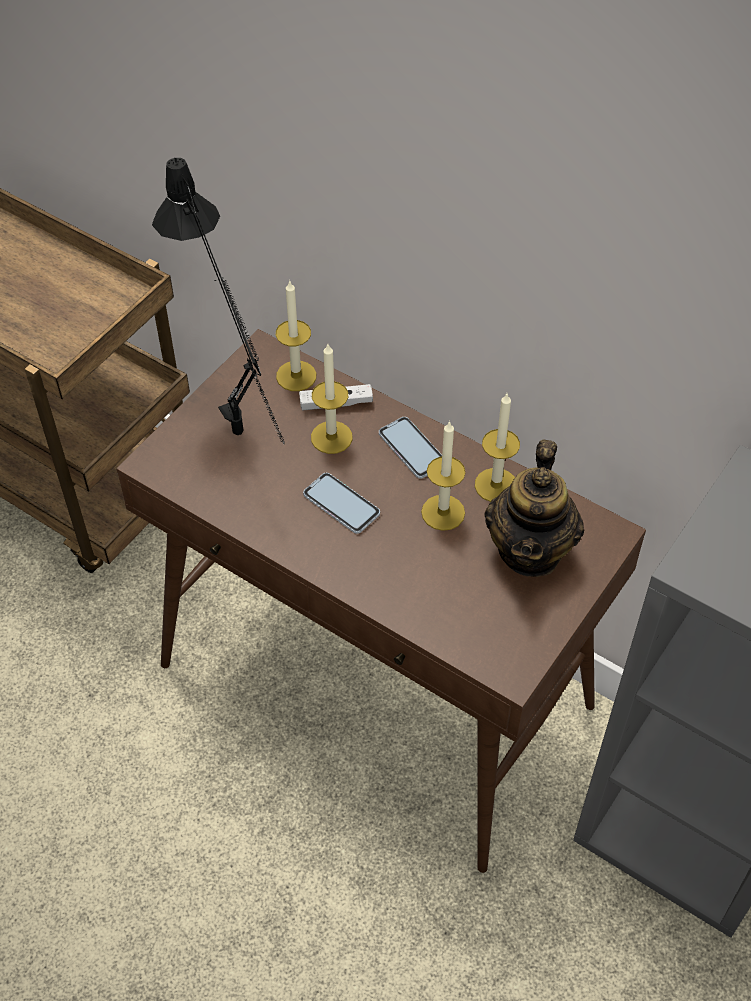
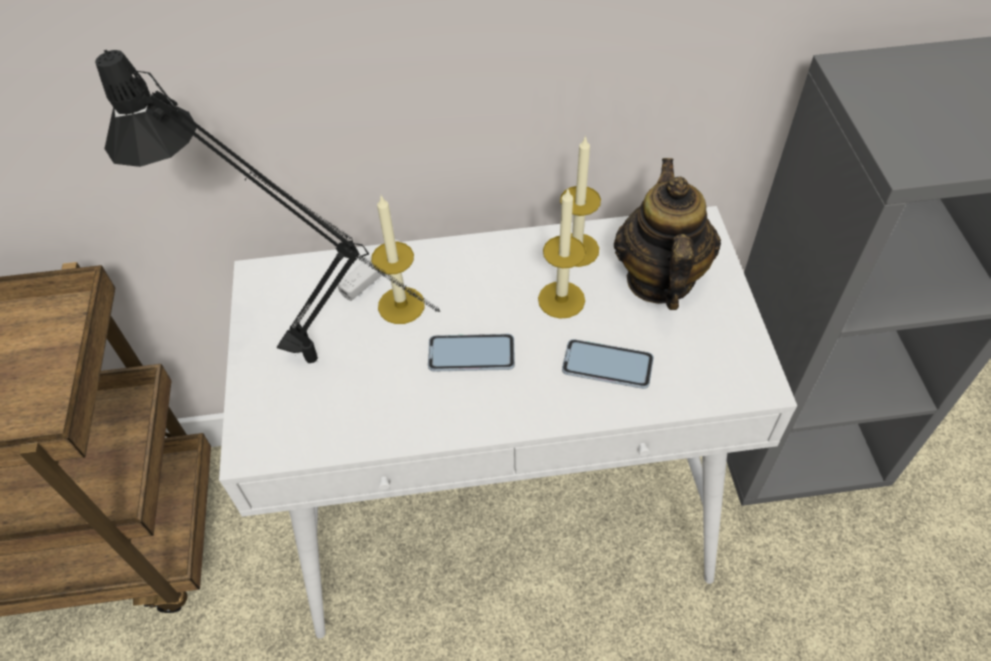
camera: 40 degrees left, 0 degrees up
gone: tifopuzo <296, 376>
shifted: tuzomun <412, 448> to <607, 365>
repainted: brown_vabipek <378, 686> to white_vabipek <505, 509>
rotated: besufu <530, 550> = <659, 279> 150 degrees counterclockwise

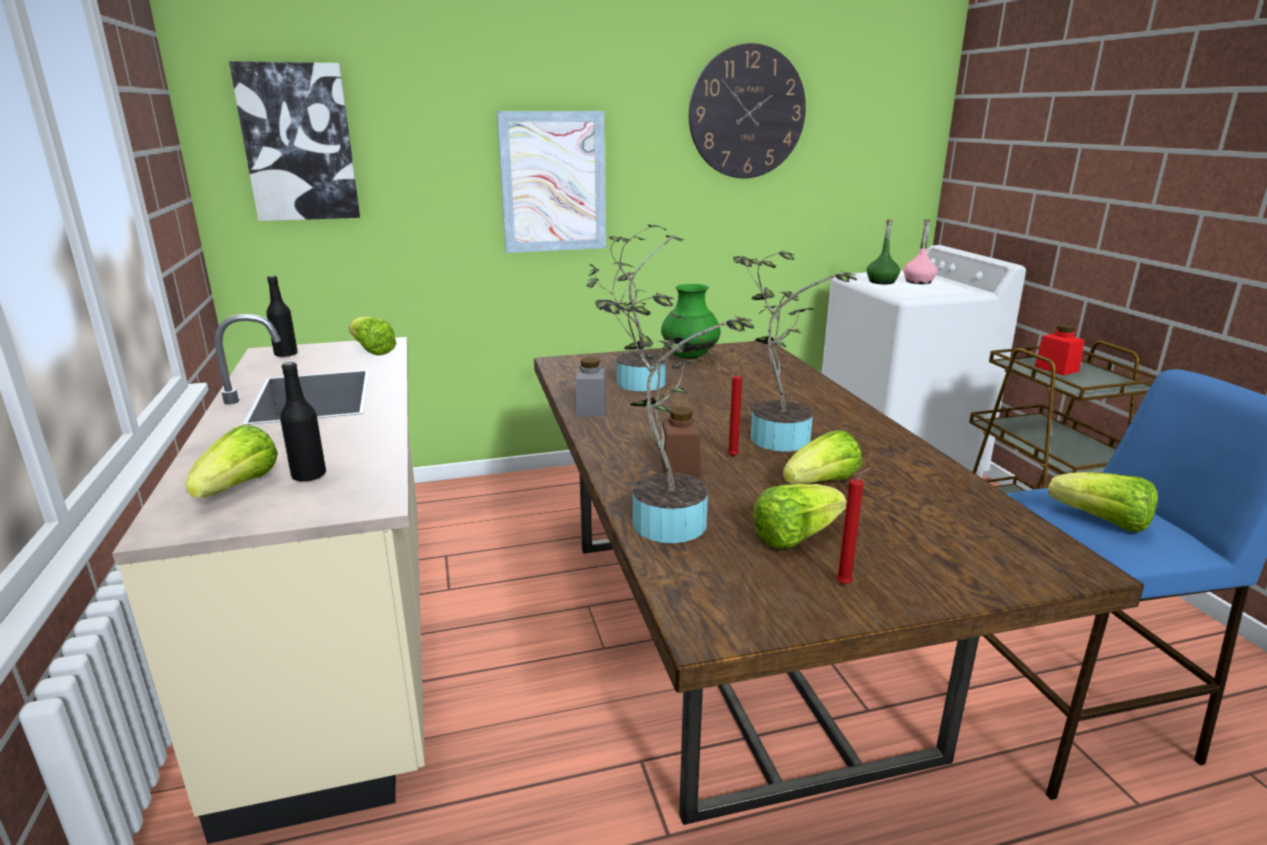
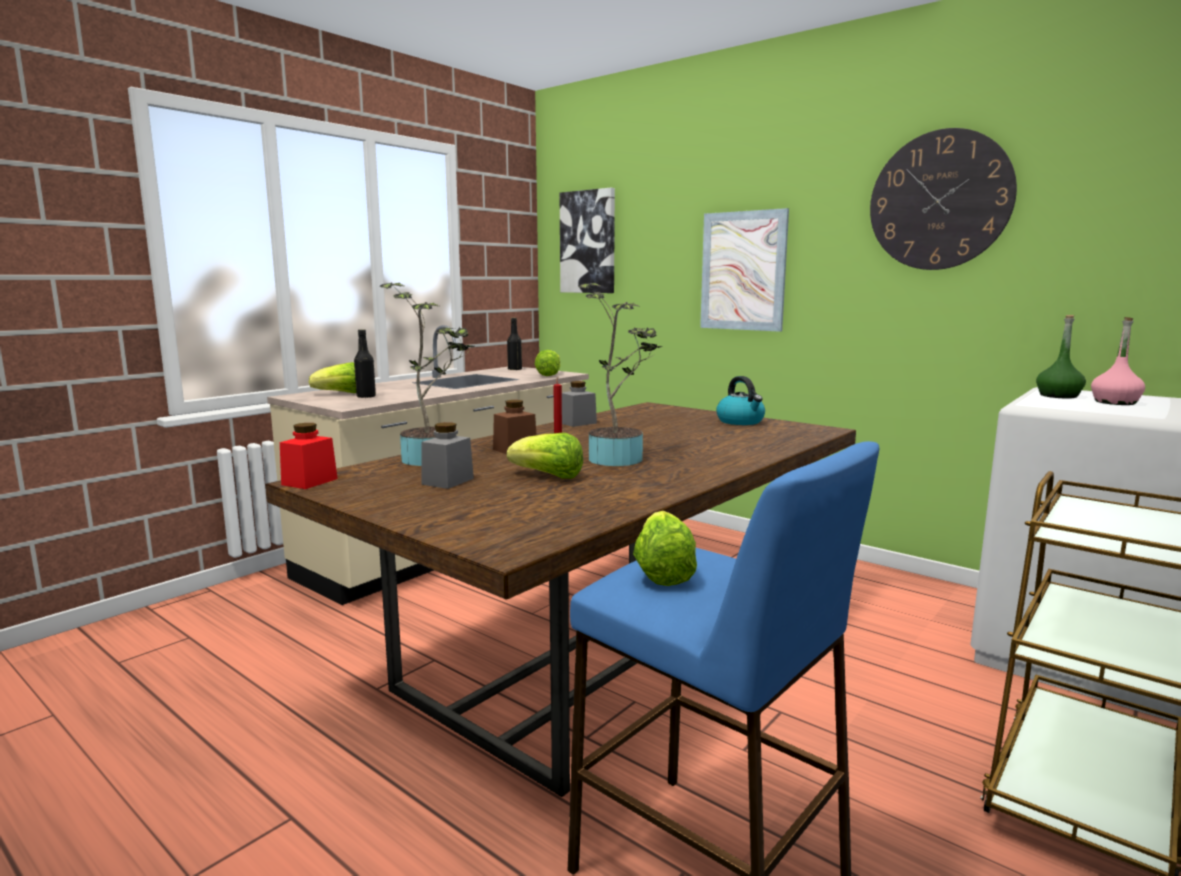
camera: 55 degrees right, 10 degrees down
gone: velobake <635, 382>; red_tifopuzo <846, 584>
shifted: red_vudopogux <1056, 369> to <309, 482>
swapped: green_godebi <689, 357> to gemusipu <741, 421>; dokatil <794, 537> to grey_vudopogux <448, 481>

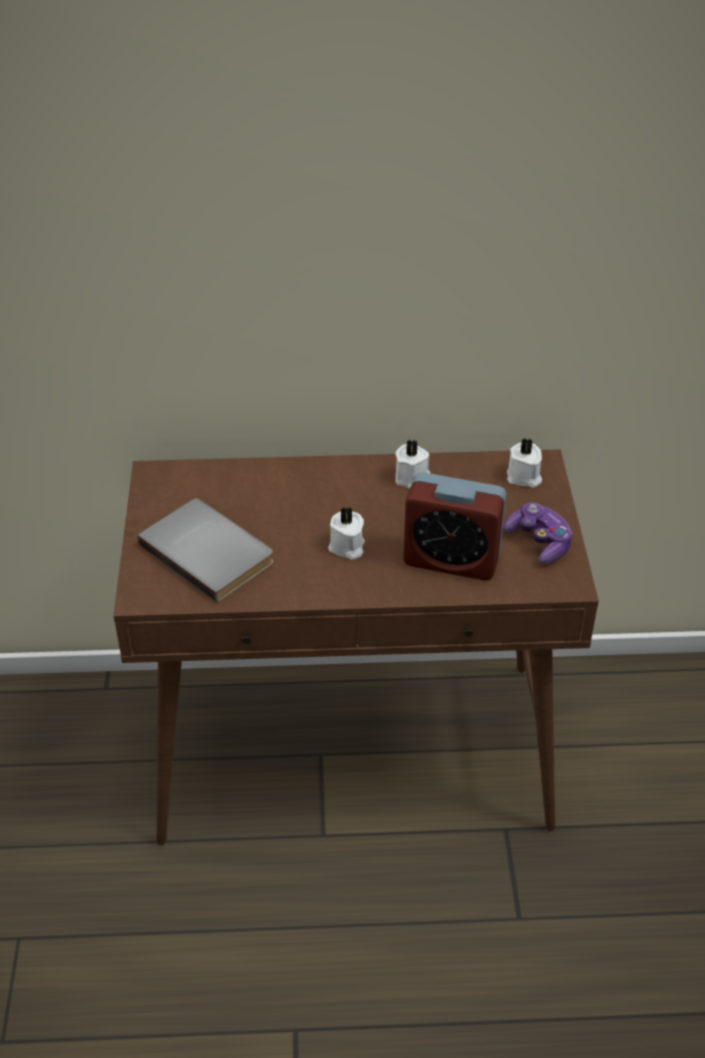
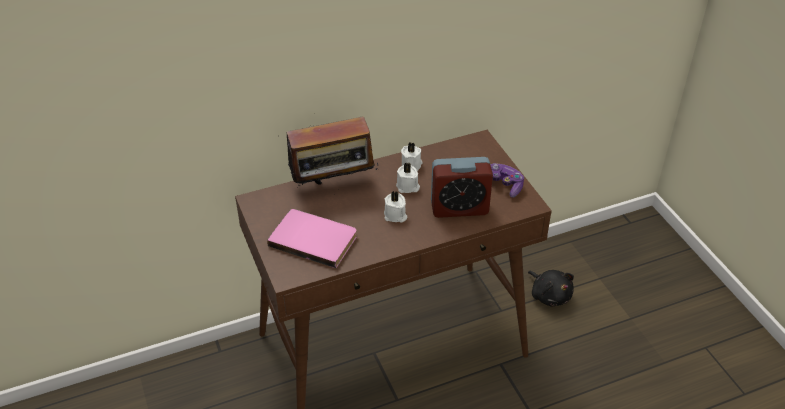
camera: 20 degrees left, 0 degrees up
new: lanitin <333, 185>; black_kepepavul <549, 295>
shifted: white_tifopuzo <524, 477> to <408, 187>
repainted: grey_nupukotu <210, 551> to pink_nupukotu <314, 239>

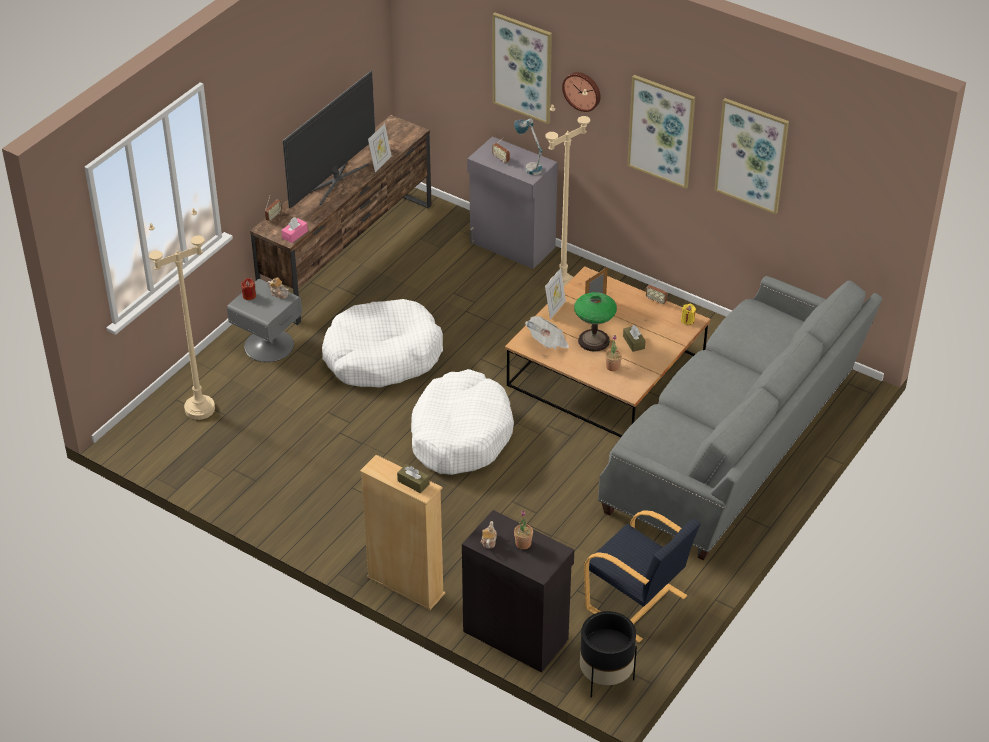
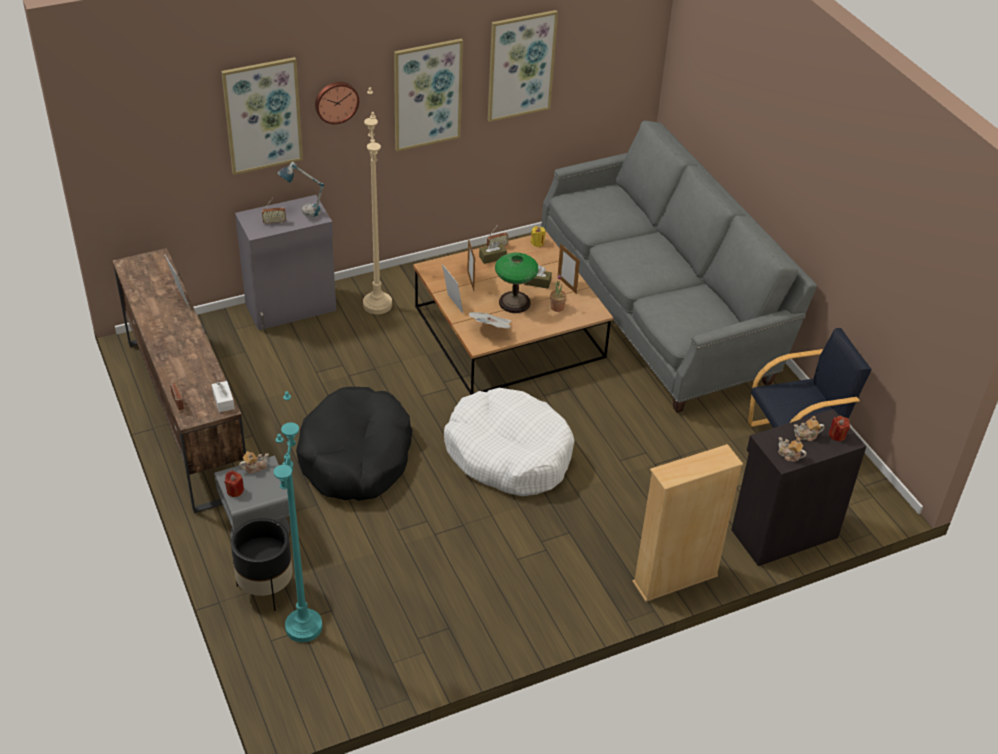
camera: 60 degrees left, 0 degrees up
gone: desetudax <334, 179>
new: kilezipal <567, 285>; red_tifopuzo <837, 435>
shifted: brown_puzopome <413, 482> to <492, 257>; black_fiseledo <605, 678> to <265, 589>
swapped: velobake <523, 543> to besufu <806, 435>
repainted: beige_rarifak <199, 409> to turquoise_rarifak <304, 627>; pink_puzopome <295, 234> to white_puzopome <223, 401>; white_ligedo <382, 356> to black_ligedo <356, 457>

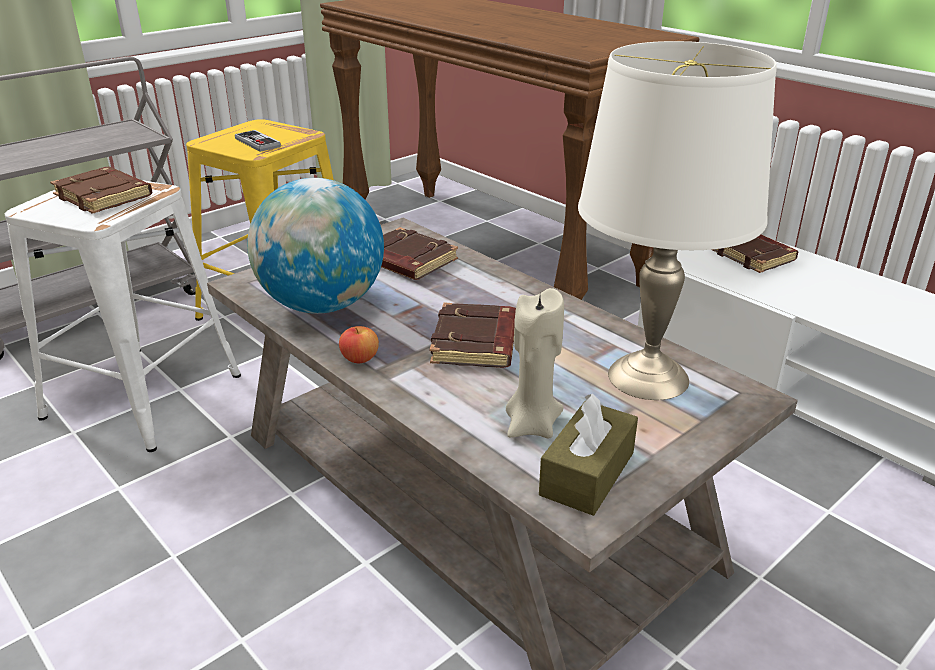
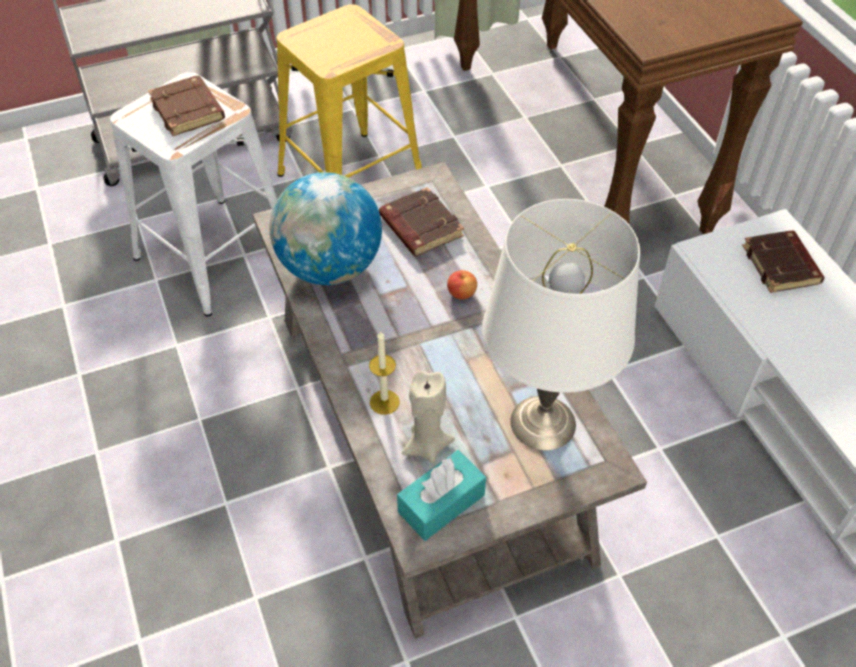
camera: 20 degrees right, 20 degrees up
gone: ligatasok <257, 143>; brown_nupukotu <476, 343>
new: tifopuzo <384, 402>
shifted: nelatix <360, 358> to <461, 293>
repainted: brown_puzopome <587, 474> to turquoise_puzopome <441, 503>

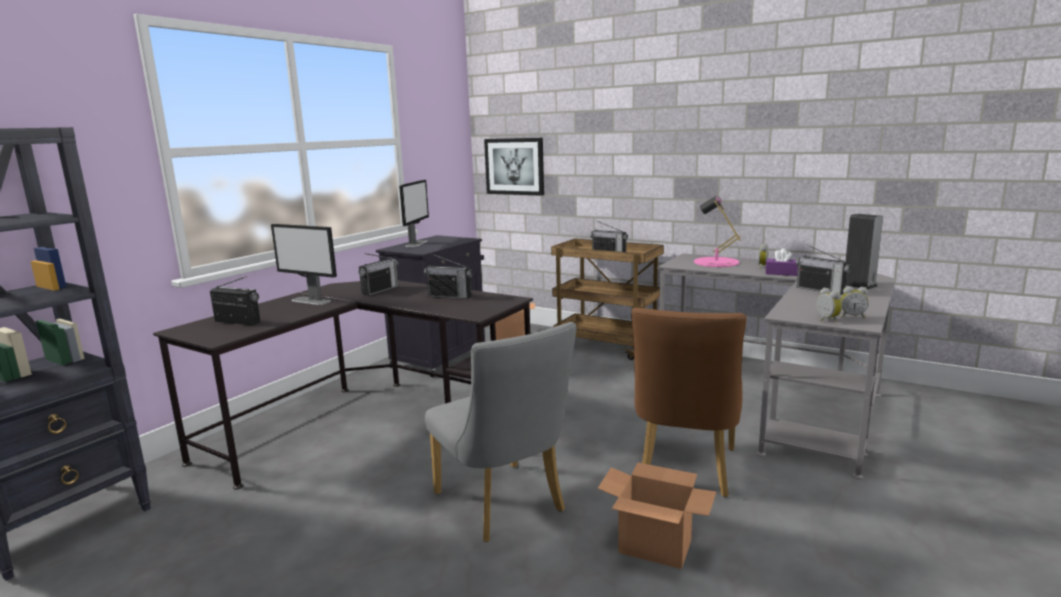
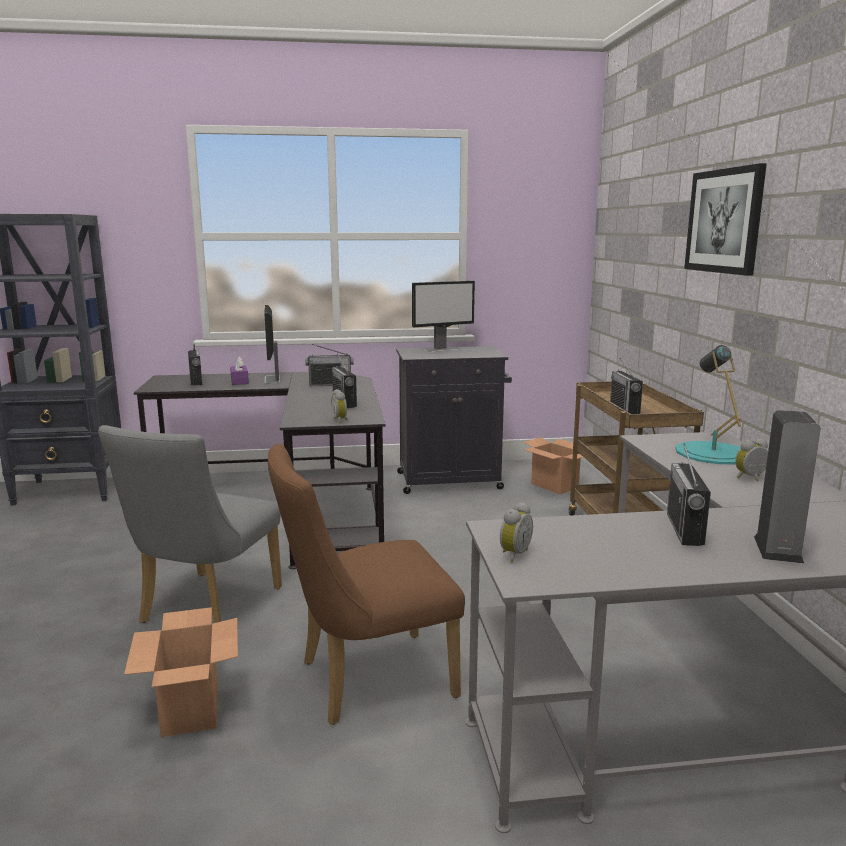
camera: 50 degrees right, 0 degrees up
shifted: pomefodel <514, 166> to <724, 221>; purple_puzopome <781, 273> to <239, 381>; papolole <852, 316> to <340, 420>
repainted: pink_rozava <716, 262> to turquoise_rozava <712, 453>

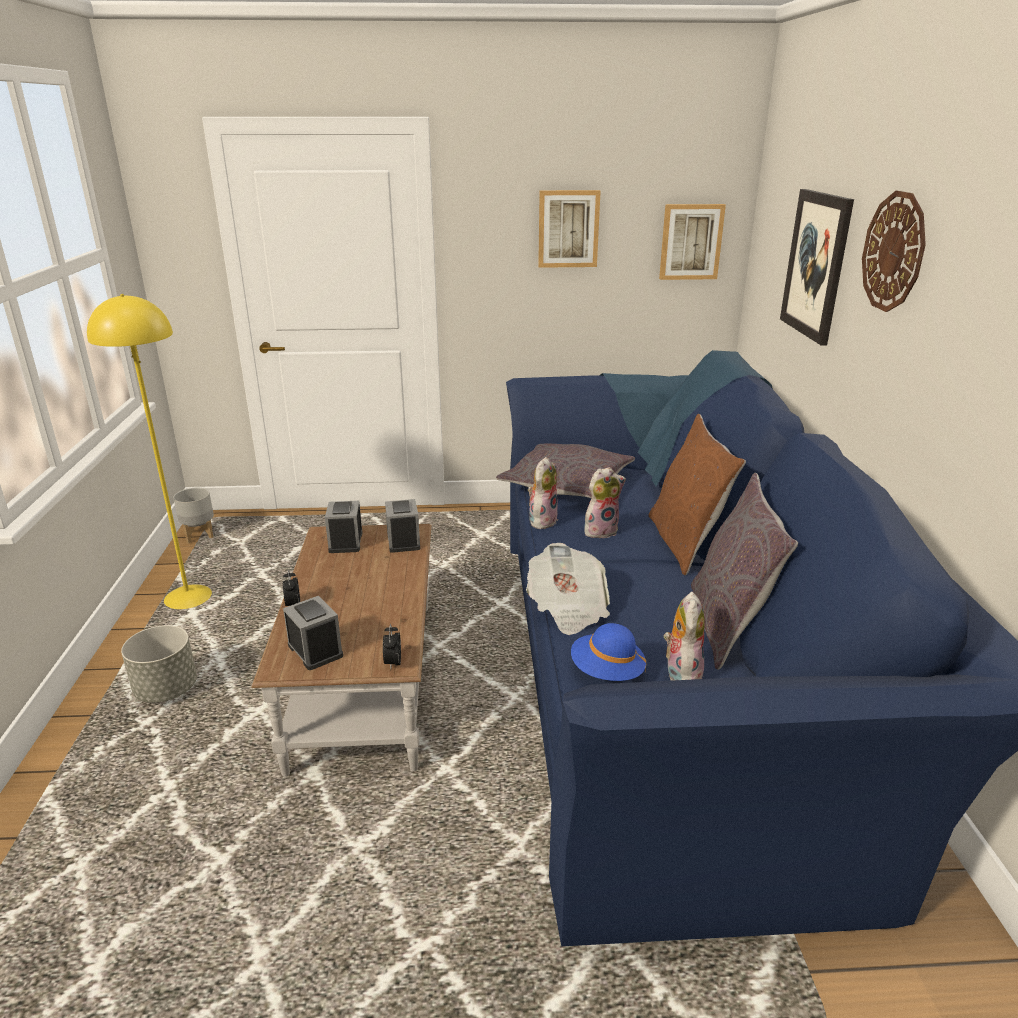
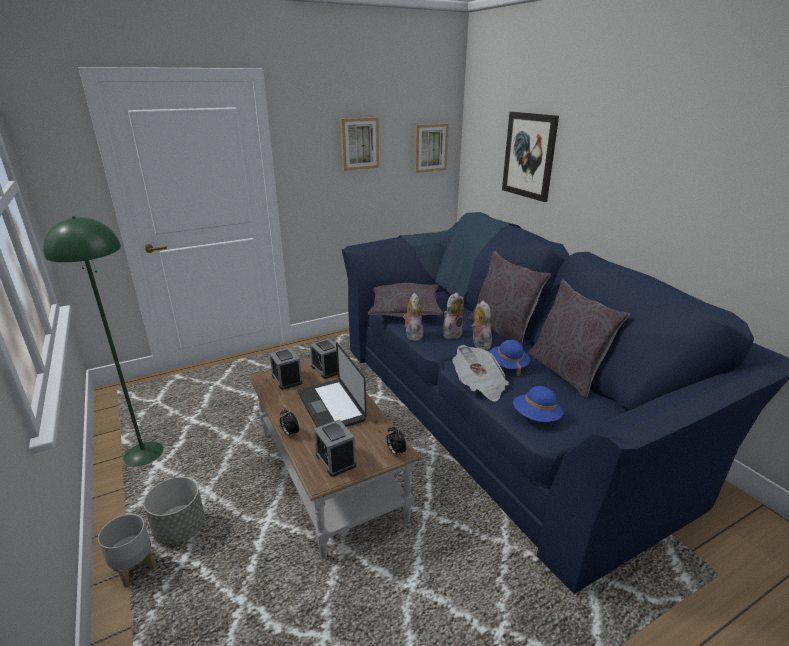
camera: 25 degrees left, 0 degrees up
gone: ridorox <894, 252>
new: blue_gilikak <507, 365>; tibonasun <330, 406>
shifted: grey_fiseledo <200, 535> to <135, 568>; kepepavul <680, 673> to <479, 344>
repainted: yellow_rarifak <187, 597> to green_rarifak <143, 454>; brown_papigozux <685, 543> to grey_papigozux <502, 330>
rotated: papolole <315, 650> = <335, 460> 150 degrees counterclockwise

